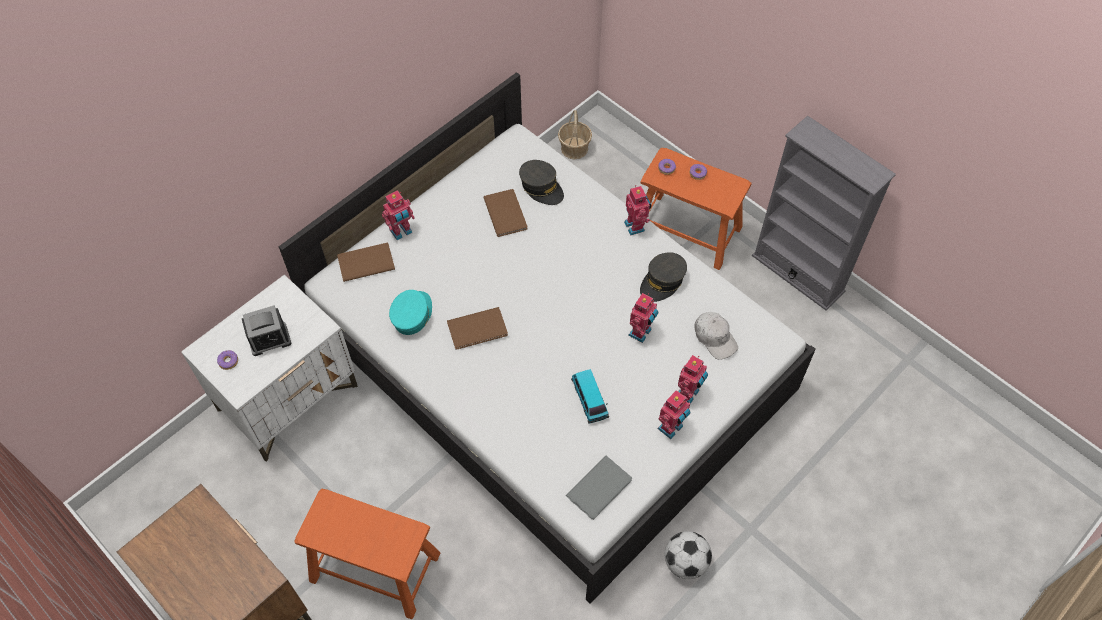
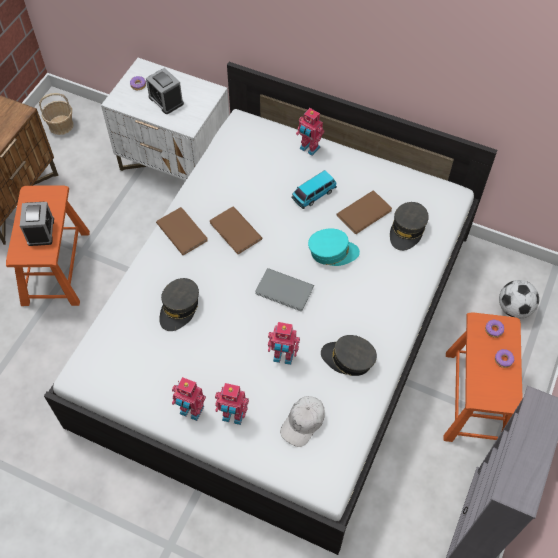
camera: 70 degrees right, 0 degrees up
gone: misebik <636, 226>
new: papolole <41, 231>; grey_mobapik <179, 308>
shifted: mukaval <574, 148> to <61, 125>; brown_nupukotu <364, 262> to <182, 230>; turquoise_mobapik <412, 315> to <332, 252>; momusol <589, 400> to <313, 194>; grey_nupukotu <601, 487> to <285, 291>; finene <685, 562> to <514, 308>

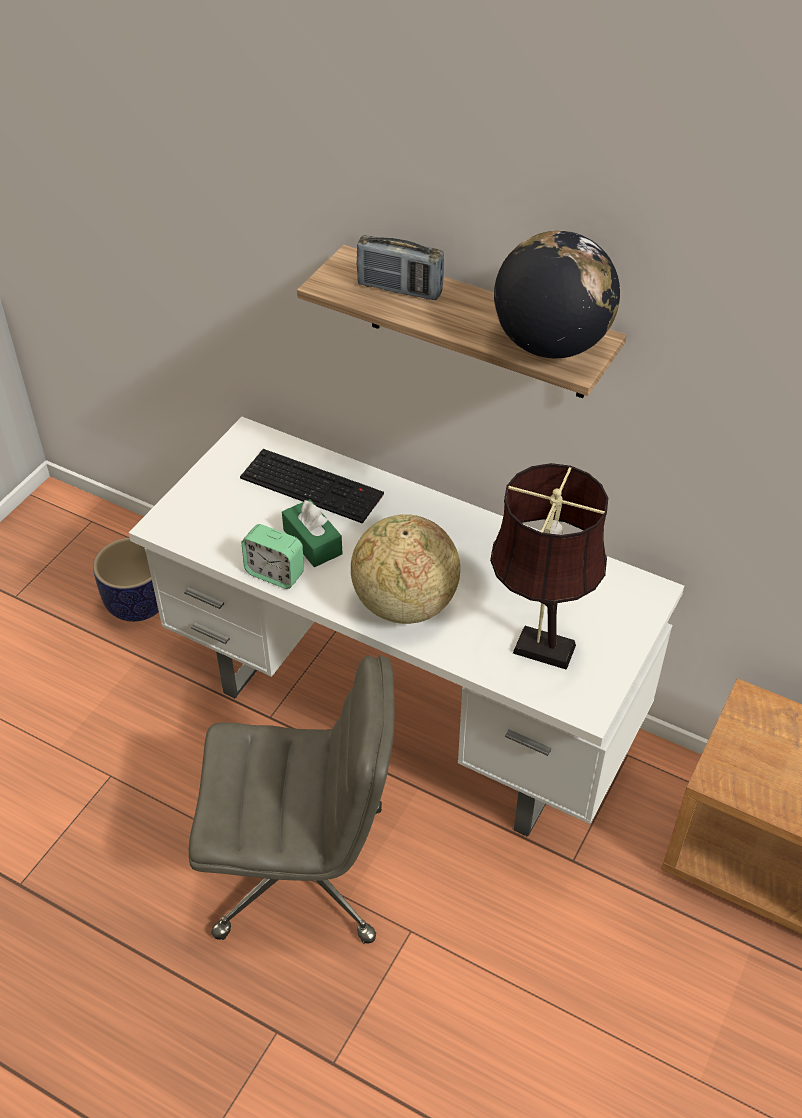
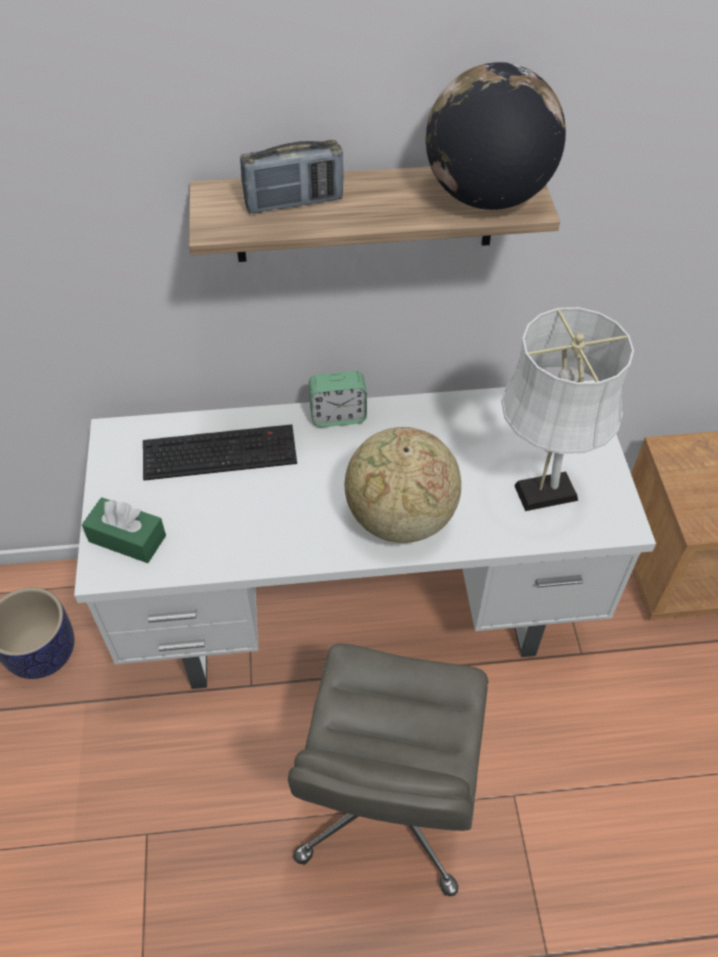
camera: 35 degrees left, 5 degrees up
shifted: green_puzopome <312, 542> to <127, 538>; papolole <275, 573> to <338, 416>
repainted: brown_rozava <538, 647> to white_rozava <539, 494>
rotated: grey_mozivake <303, 869> = <388, 803> 135 degrees clockwise

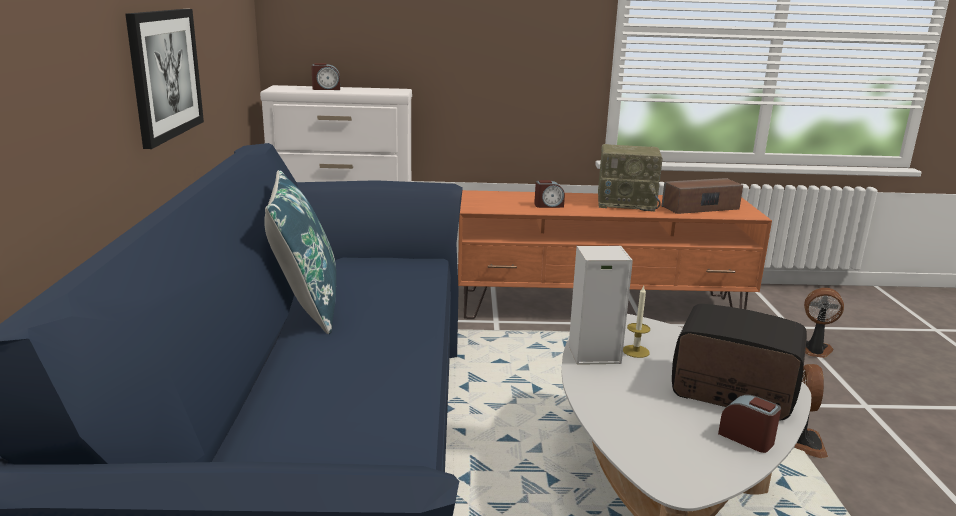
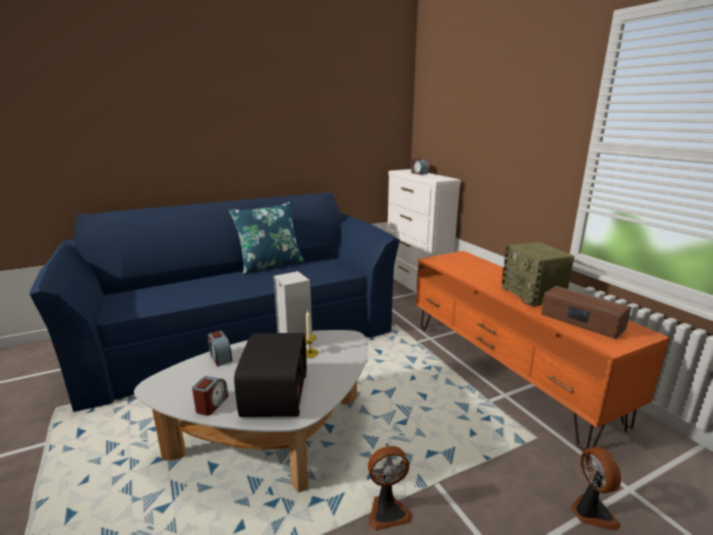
camera: 65 degrees right, 0 degrees up
gone: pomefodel <165, 74>
shifted: papolole <548, 205> to <220, 357>

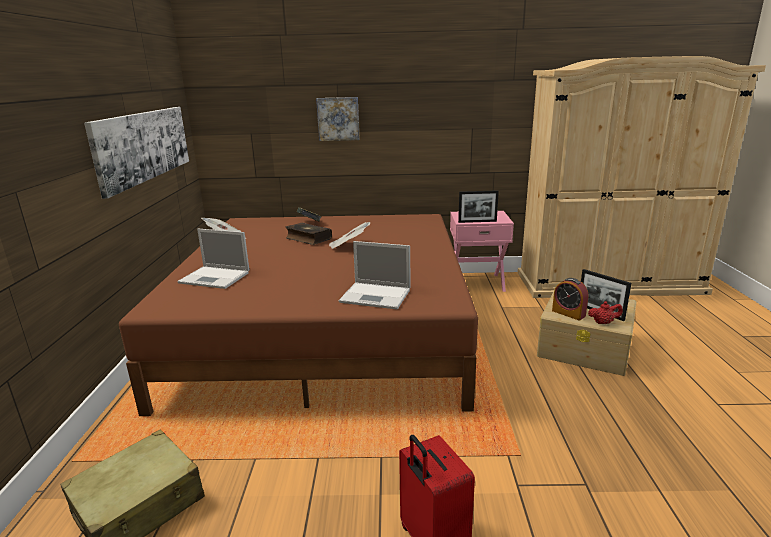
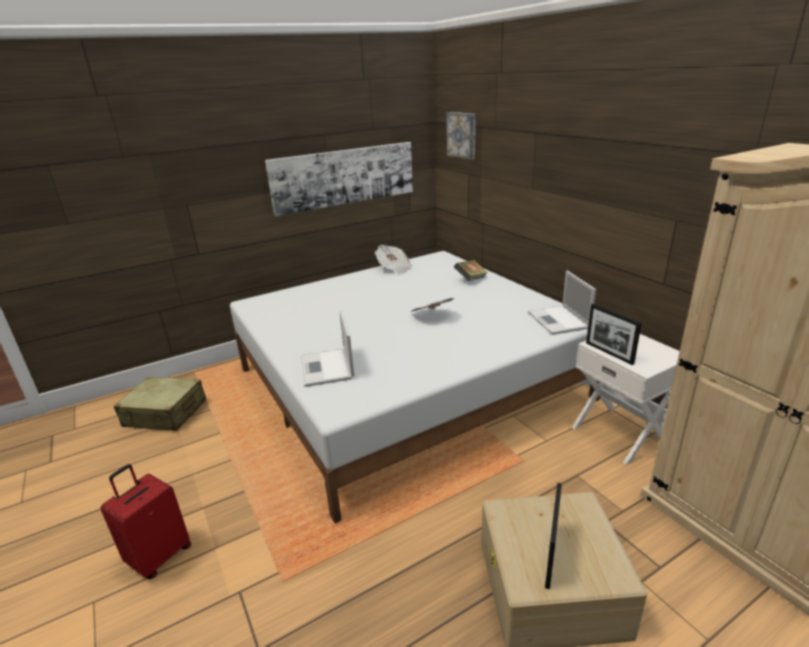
camera: 60 degrees right, 5 degrees up
gone: nupukotu <308, 239>; papolole <568, 313>; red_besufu <603, 323>
shifted: pomefodel <338, 119> to <462, 135>; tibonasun <216, 277> to <559, 321>
repainted: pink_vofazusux <477, 282> to white_vofazusux <620, 433>; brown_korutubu <327, 329> to white_korutubu <407, 383>

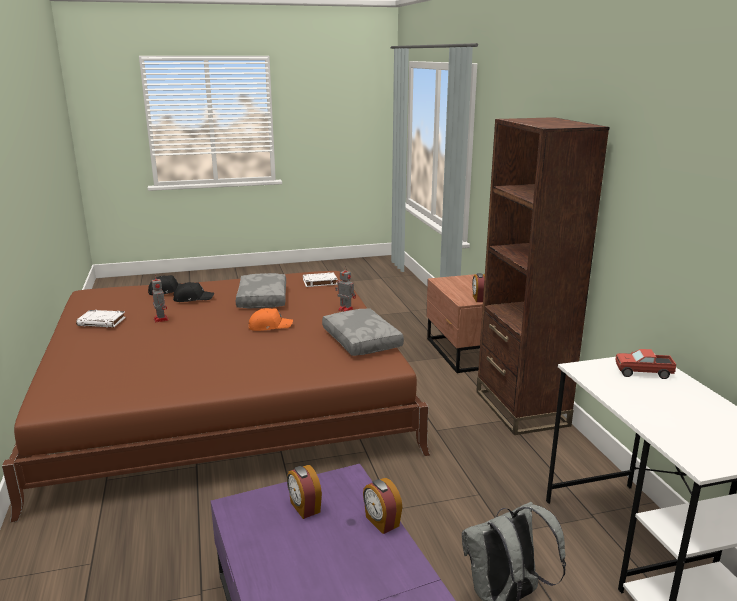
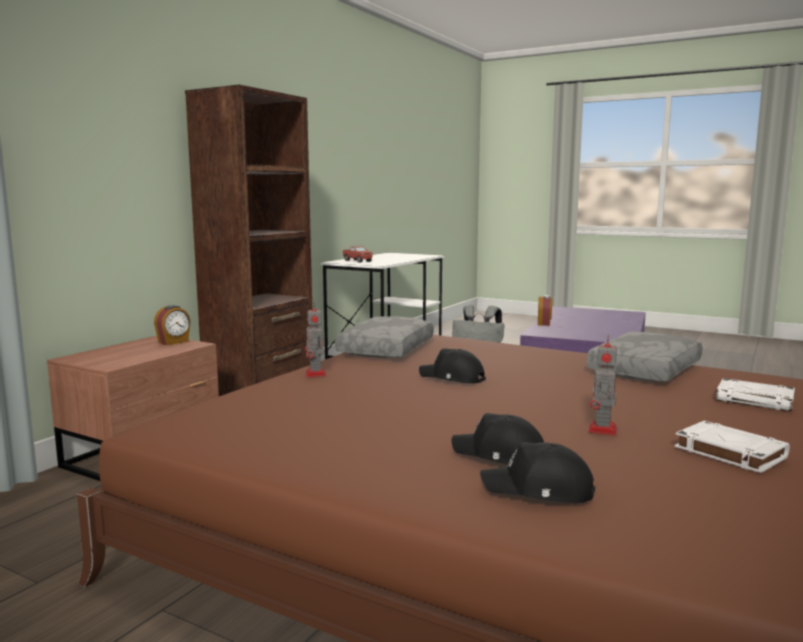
camera: 135 degrees left, 10 degrees down
gone: papolole <304, 507>
shifted: white_nupukotu <319, 282> to <755, 400>; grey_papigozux <261, 299> to <646, 371>
repainted: orange_mobapik <269, 326> to black_mobapik <452, 378>

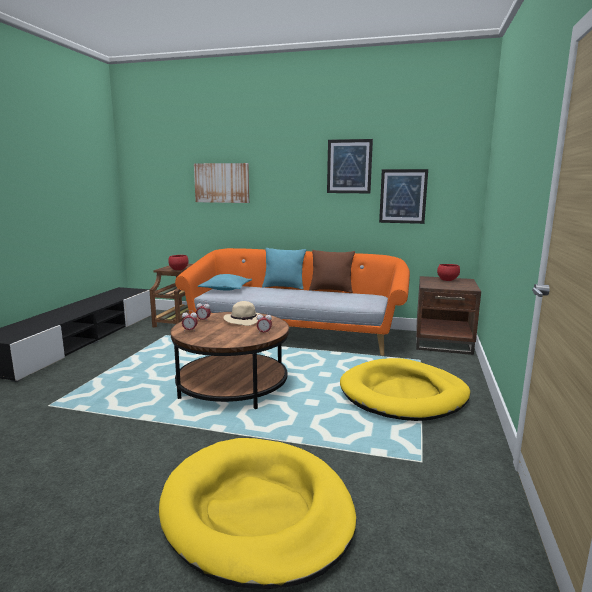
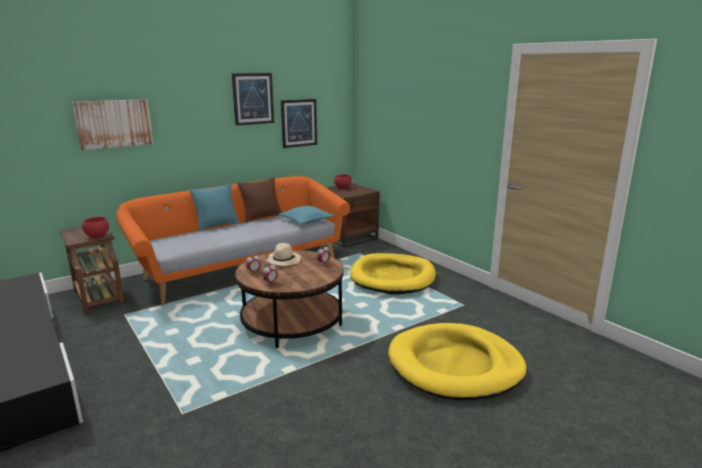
camera: 50 degrees left, 5 degrees up
shifted: turquoise_papigozux <226, 289> to <306, 221>

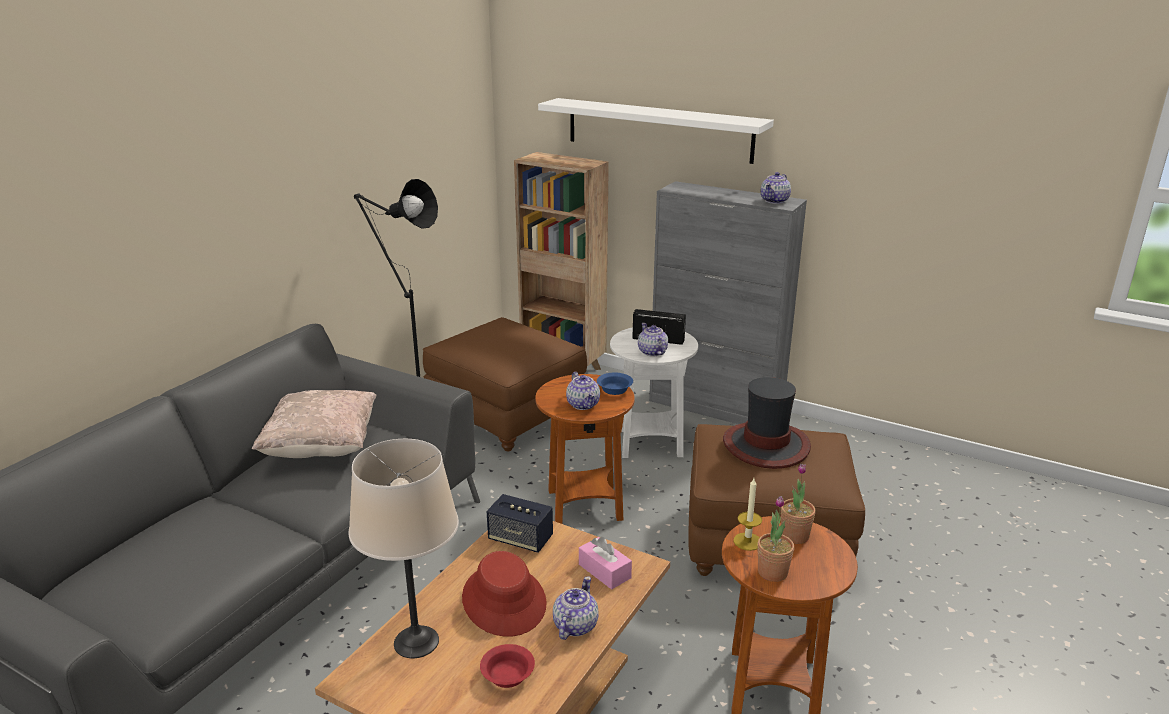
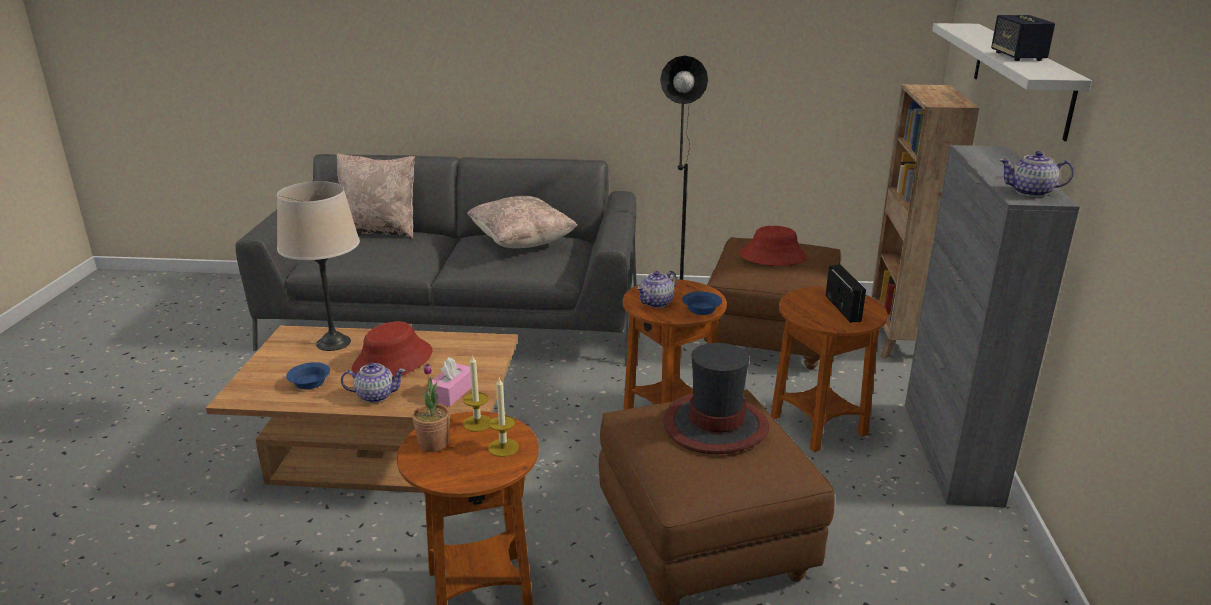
camera: 65 degrees right, 0 degrees up
gone: besufu <652, 352>
new: beige_papigozux <379, 231>; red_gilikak <772, 256>
shifted: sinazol <520, 539> to <1017, 57>
swapped: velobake <794, 535> to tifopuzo <503, 447>
repainted: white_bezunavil <650, 444> to brown_bezunavil <817, 426>; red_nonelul <507, 676> to blue_nonelul <309, 383>

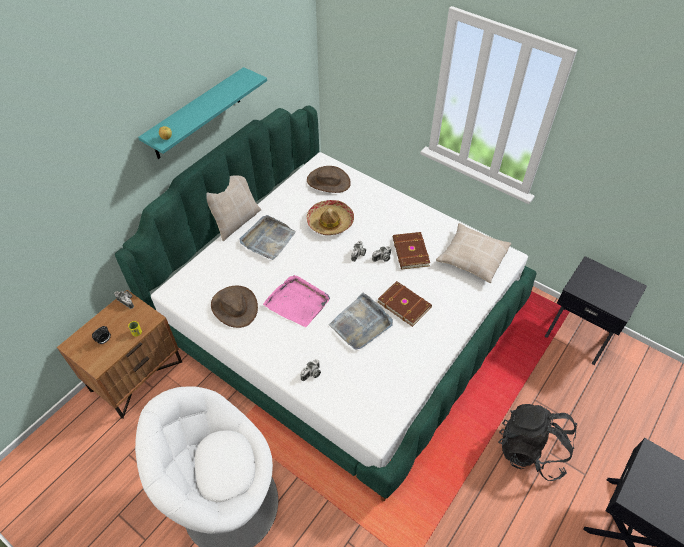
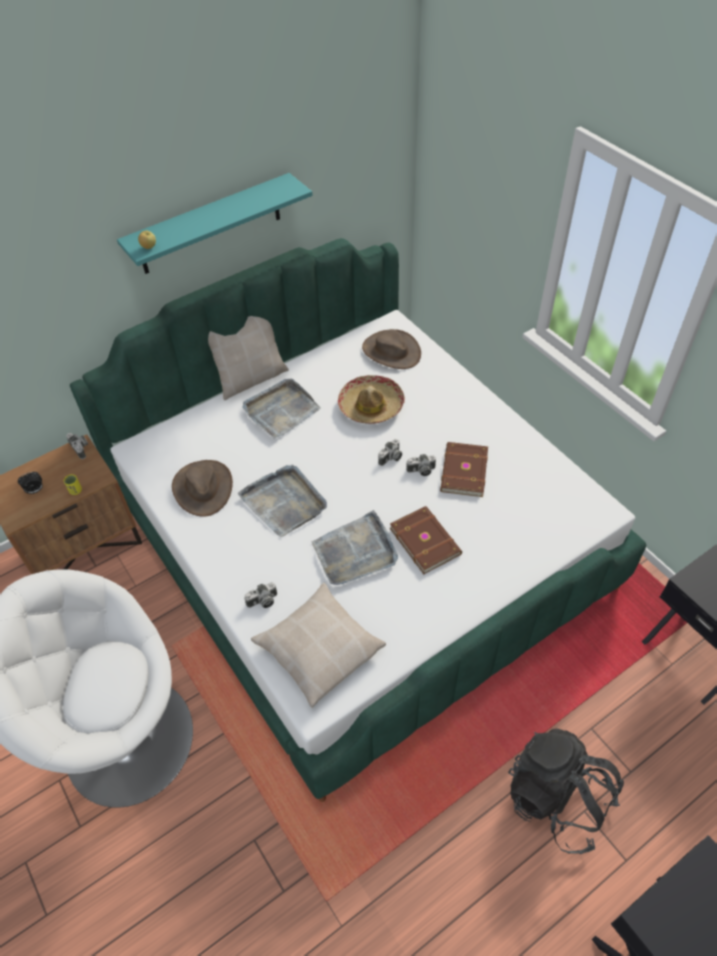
camera: 20 degrees right, 0 degrees up
shifted: beige_papigozux <472, 257> to <319, 648>
repainted: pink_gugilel <297, 302> to grey_gugilel <284, 502>

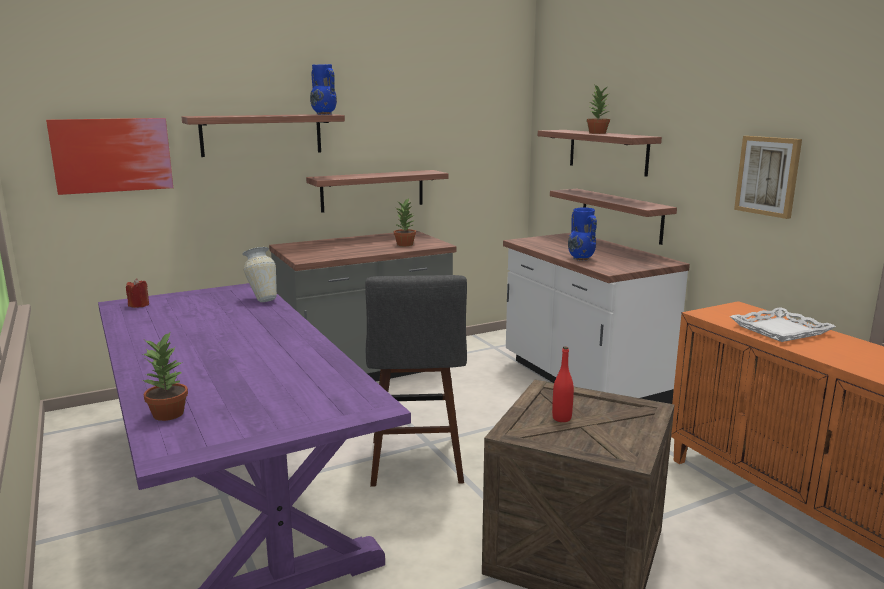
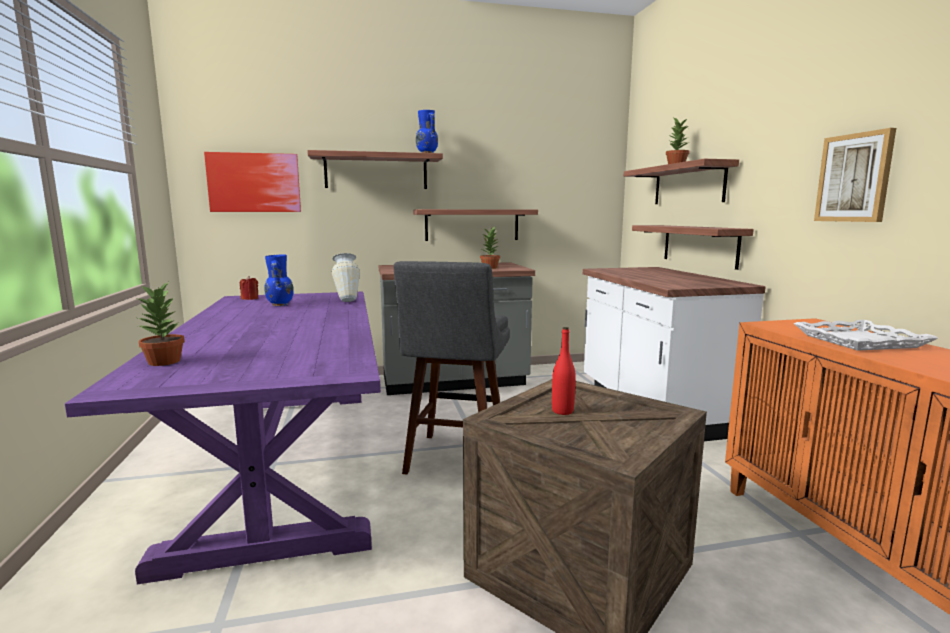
camera: 15 degrees right, 5 degrees down
shifted: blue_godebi <581, 259> to <279, 305>

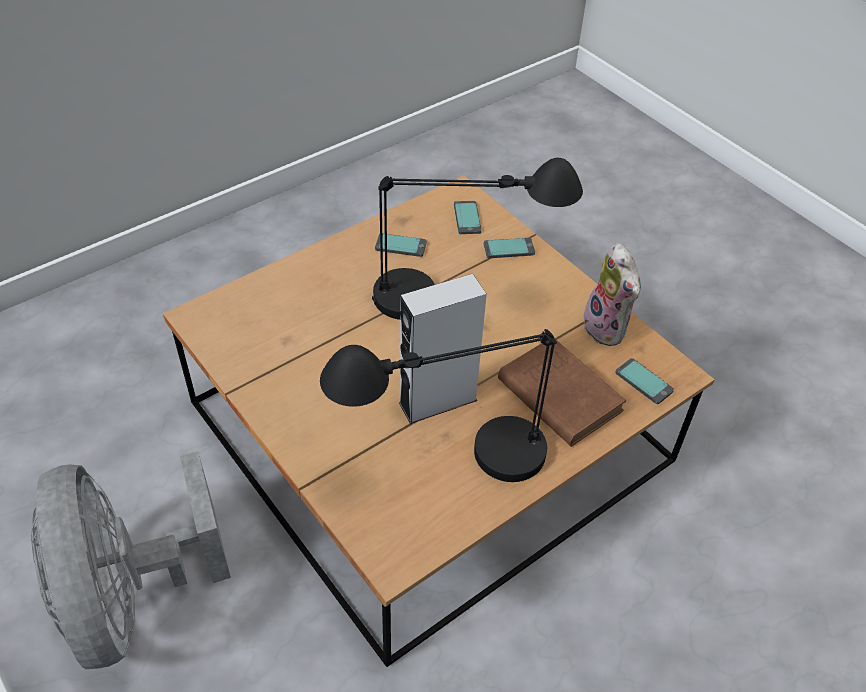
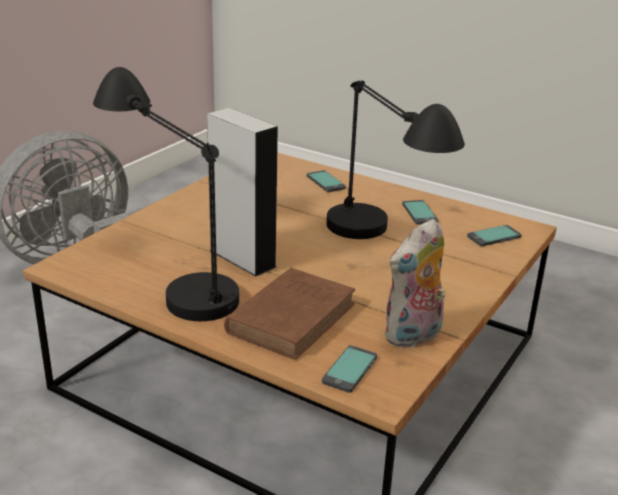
camera: 70 degrees right, 20 degrees down
shifted: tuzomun <509, 249> to <326, 182>

